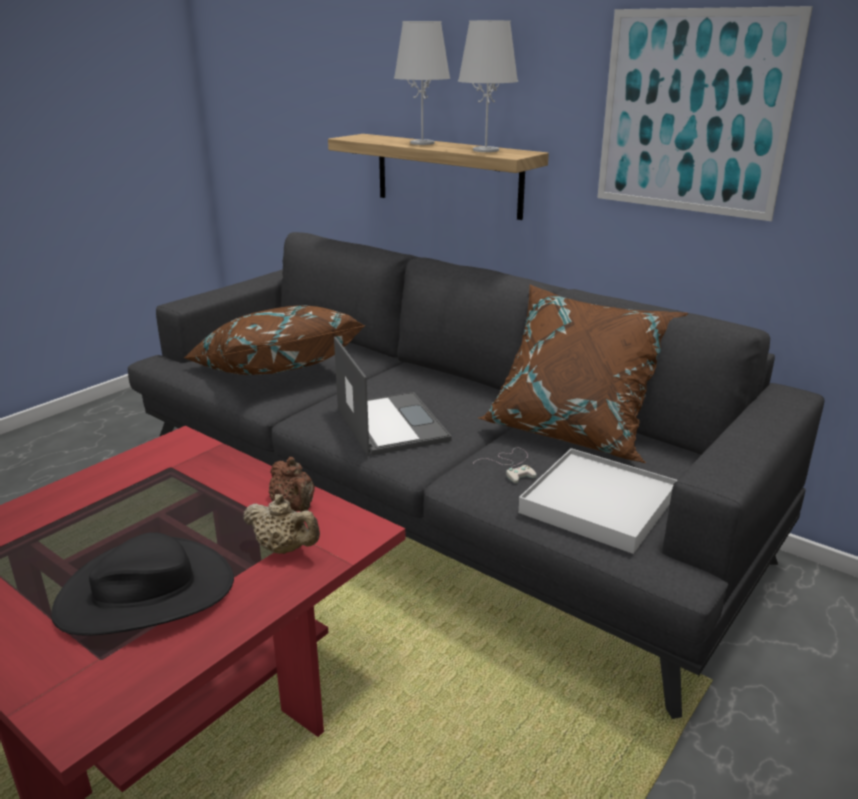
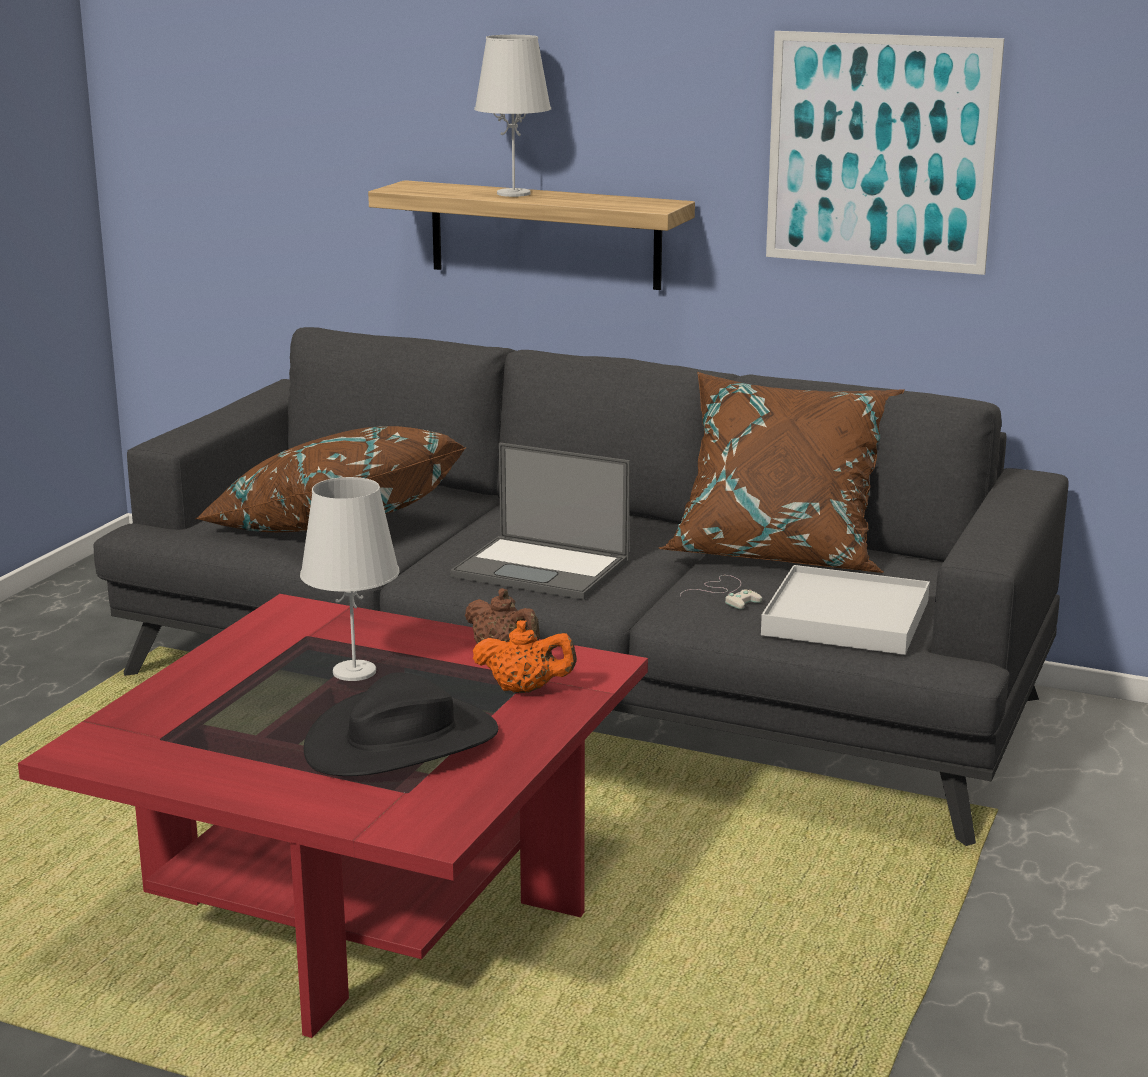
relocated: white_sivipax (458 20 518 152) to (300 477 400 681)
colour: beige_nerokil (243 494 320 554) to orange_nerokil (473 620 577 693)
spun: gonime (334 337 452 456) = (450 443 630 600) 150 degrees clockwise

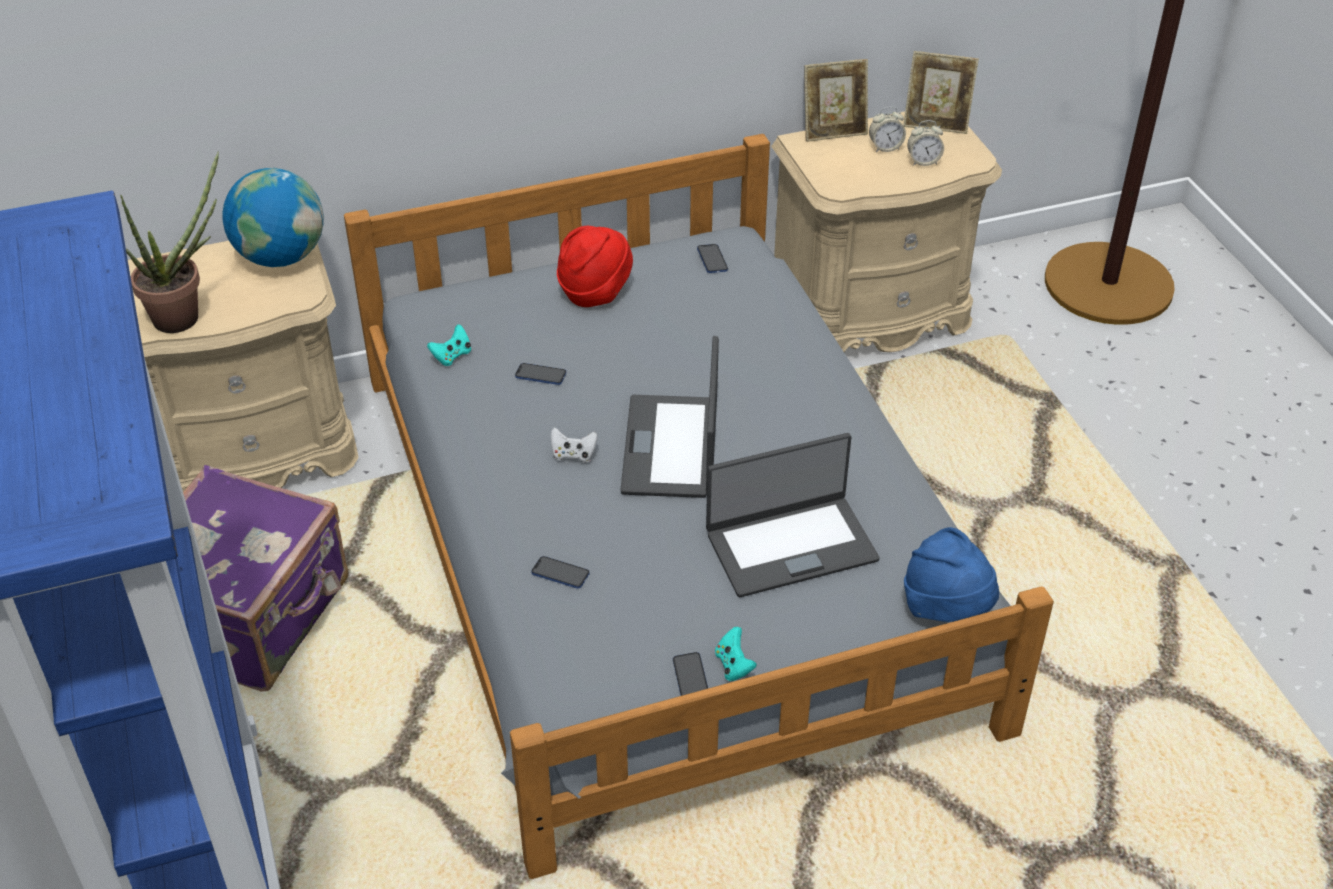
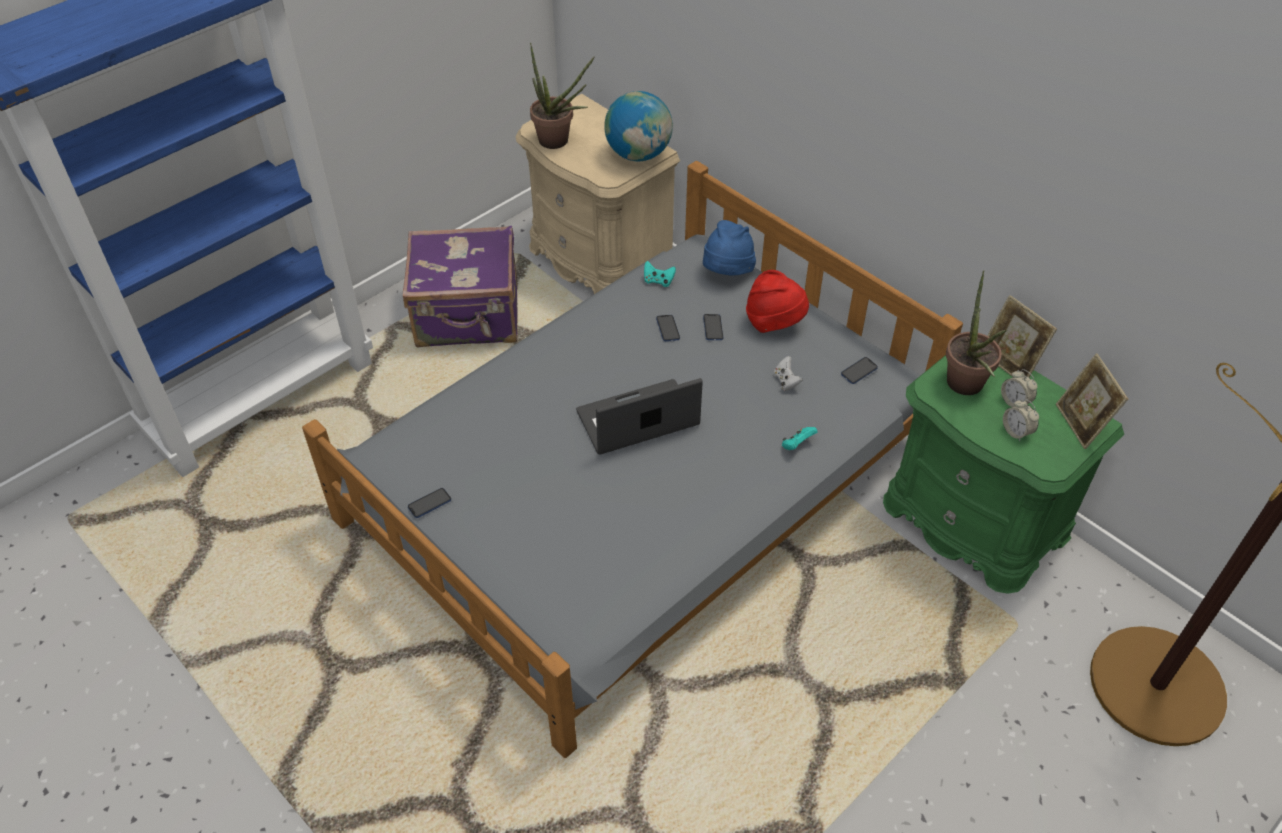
missing: gonime (706 433 880 597)
appeared: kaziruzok (946 271 1007 395)
relocated: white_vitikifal (551 428 598 463) to (774 356 803 391); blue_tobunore (904 527 999 622) to (703 220 756 275); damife (532 556 590 589) to (703 314 723 340); turquoise_vitikifal (715 627 757 681) to (782 427 818 450)
colour: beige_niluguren (771 111 1002 353) to green_niluguren (883 355 1124 594)

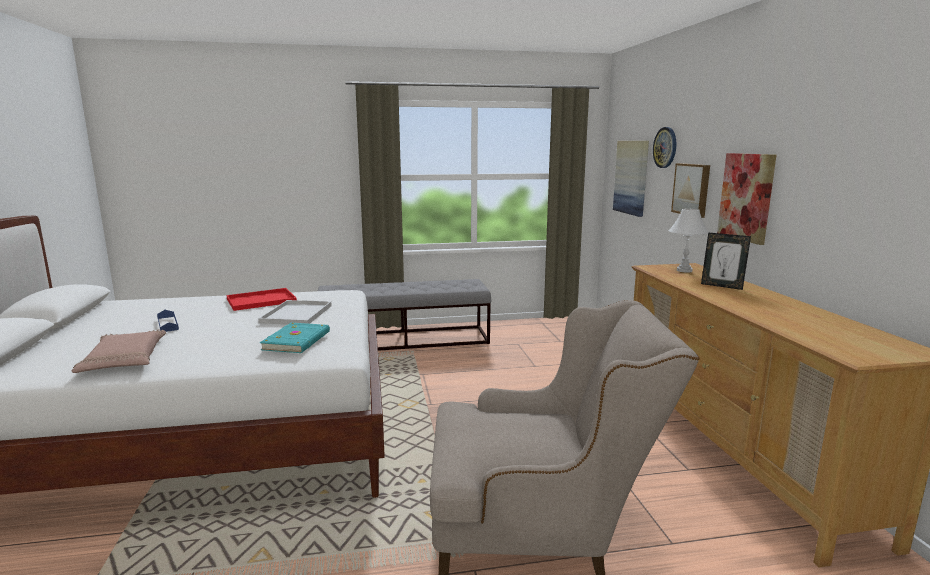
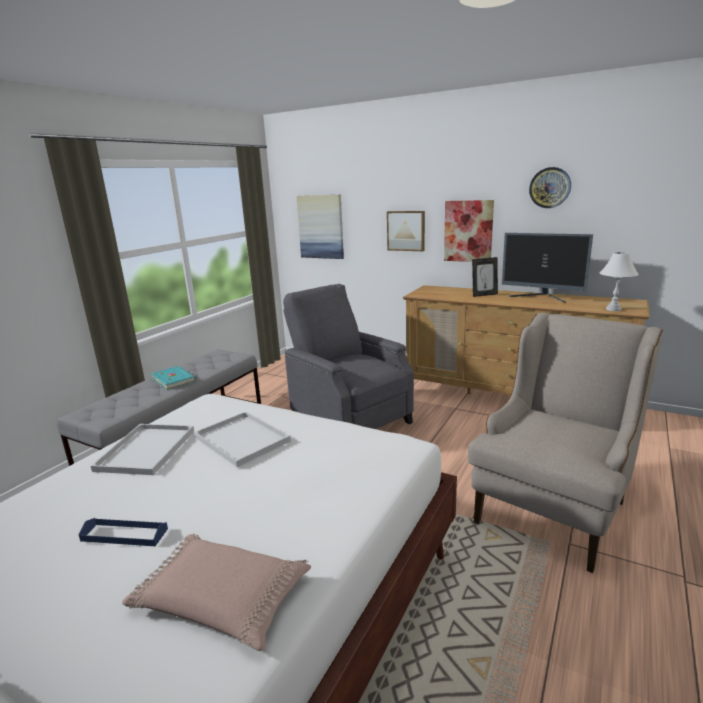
appeared: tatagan (502 233 593 303); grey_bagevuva (283 284 414 429)
relocated: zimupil (653 127 676 168) to (529 167 571 208); white_sivipax (669 209 708 273) to (600 252 639 311); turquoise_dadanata (260 323 330 353) to (151 366 196 390)
colour: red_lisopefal (226 288 297 311) to white_lisopefal (91 424 194 475)

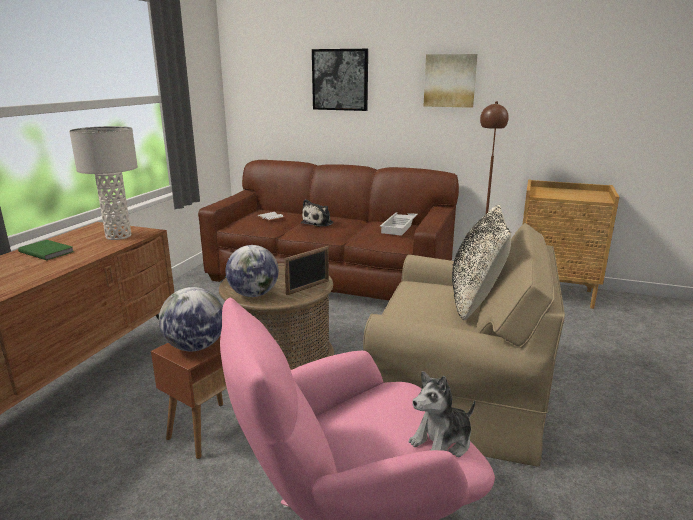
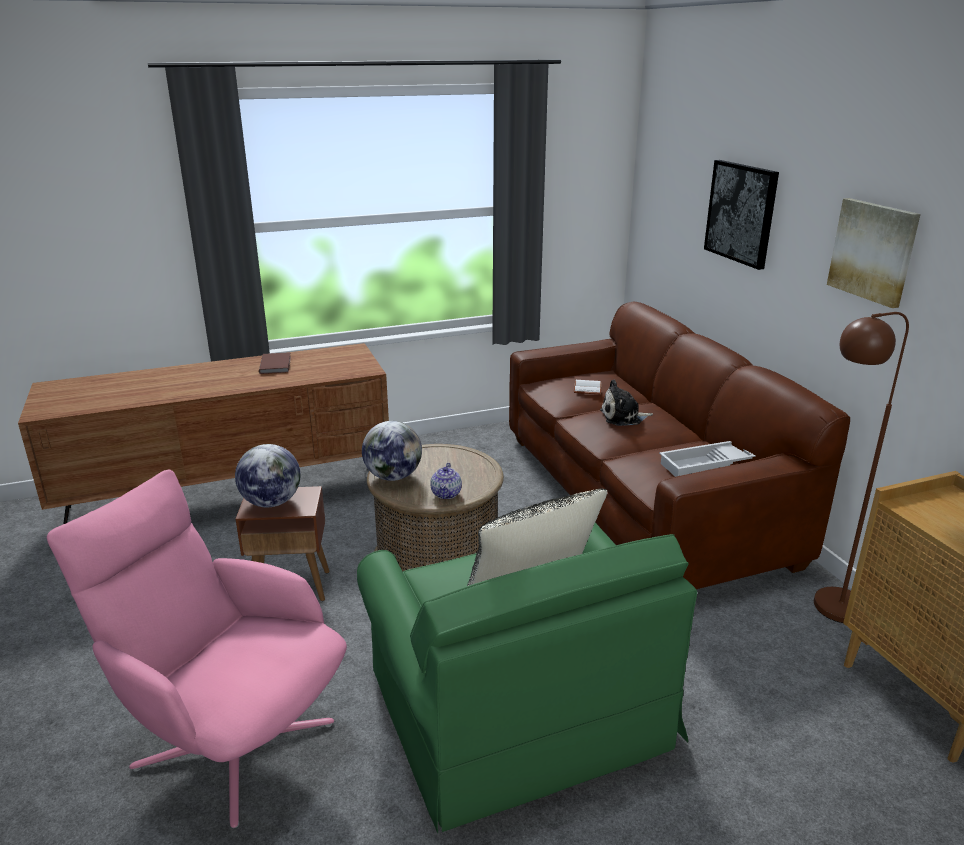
missing: white_sivipax (69 126 138 240); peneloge (409 371 475 457)
exchanged: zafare (284 246 329 295) to nerokil (430 463 462 499)
colour: beige_bagevuva (363 223 565 467) to green_bagevuva (357 523 697 833); green_dadanata (18 240 74 260) to brown_dadanata (259 352 291 374)

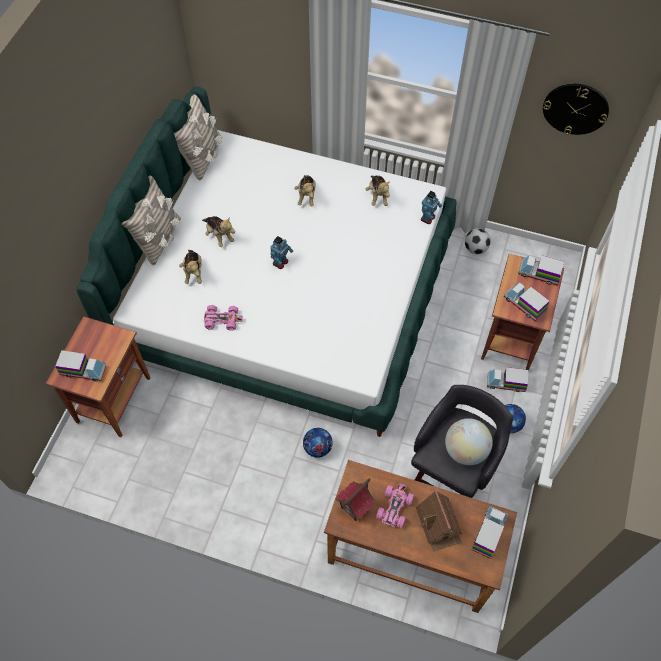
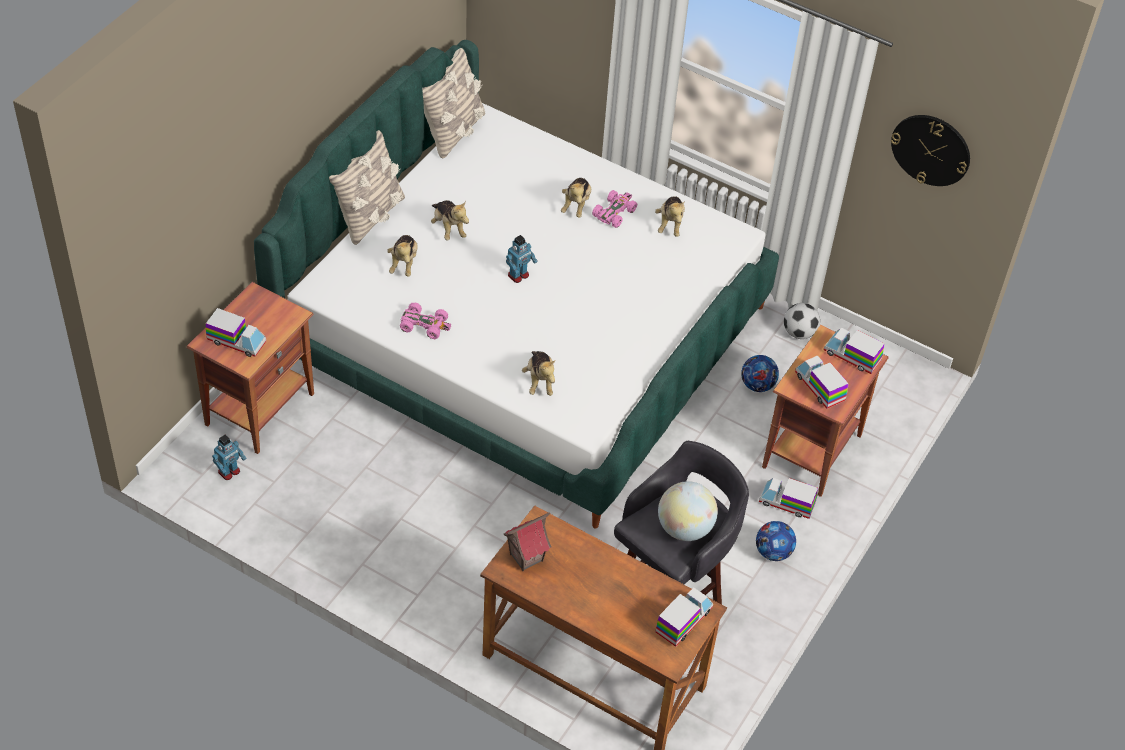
missing: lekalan (415 490 462 552)
appeared: peneloge (522 351 556 396)
relocated: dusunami (421 191 442 224) to (212 435 246 480); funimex (303 428 332 458) to (741 355 779 392); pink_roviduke (376 483 414 528) to (592 190 637 228)

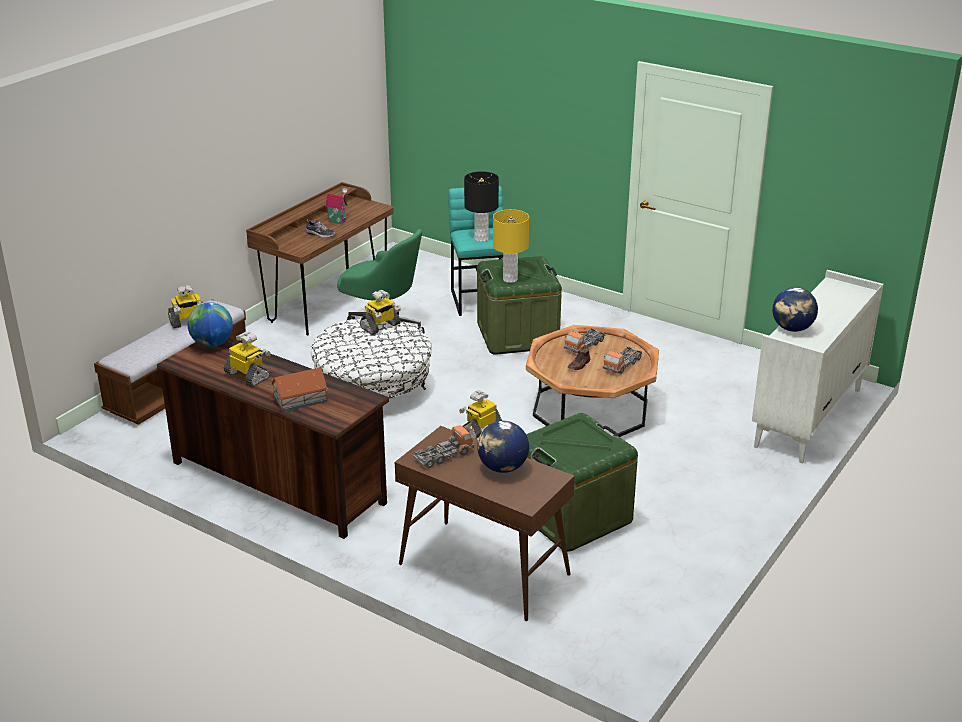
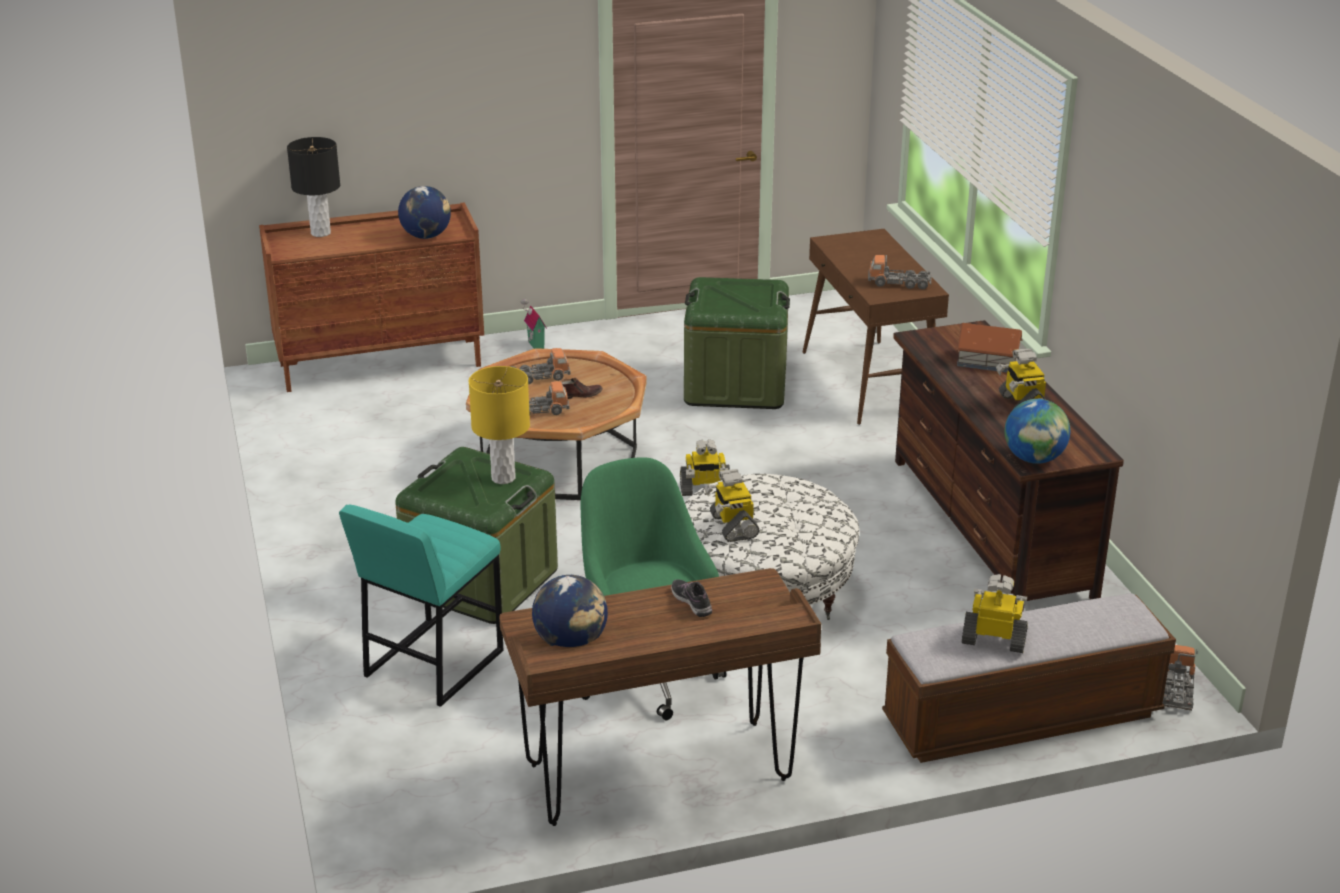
appeared: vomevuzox (1163 645 1198 711)
relocated: black_sivipax (464 171 499 242) to (287 137 340 237); lekalan (325 187 348 225) to (521 298 546 349); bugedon (477 421 529 473) to (532 575 608 647)
colour: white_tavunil (752 270 884 463) to brown_tavunil (259 202 484 392)
spun: dusunami (360 290 401 335) = (704 469 759 542) 105 degrees counterclockwise

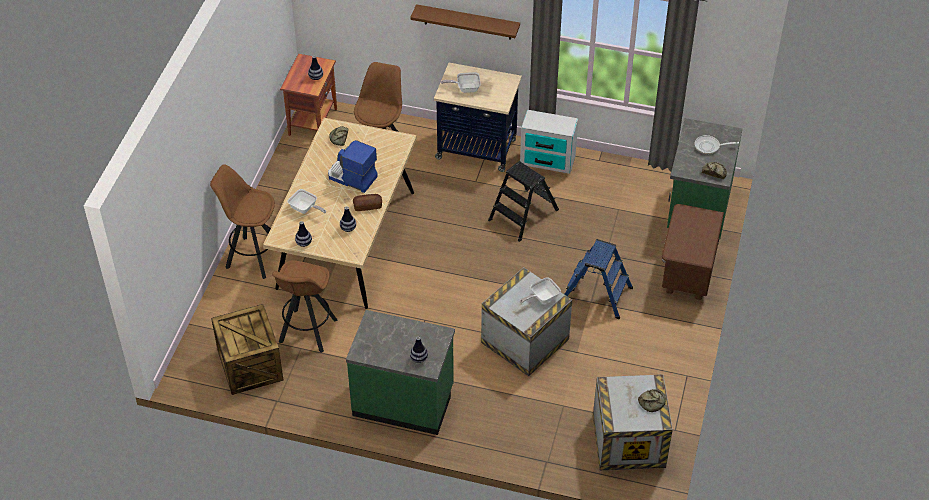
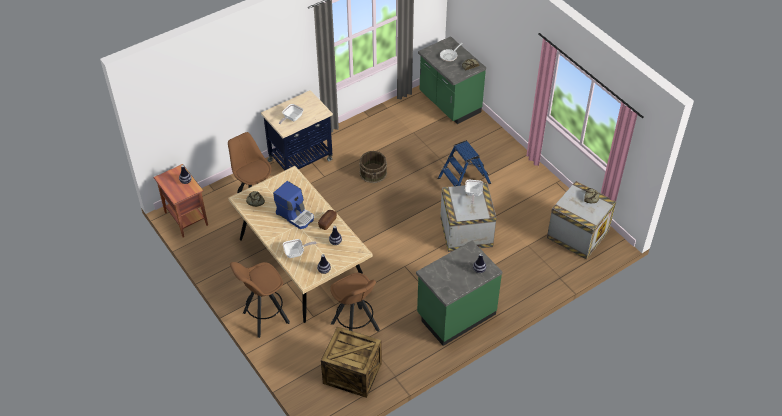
missing: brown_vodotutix (410 4 520 40); white_niluguren (520 110 578 174); brown_niluguren (662 204 724 300)
exchanged: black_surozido (488 161 559 242) to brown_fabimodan (359 151 387 183)
spun: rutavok (328 140 378 193) = (273 181 314 229) 120 degrees counterclockwise

